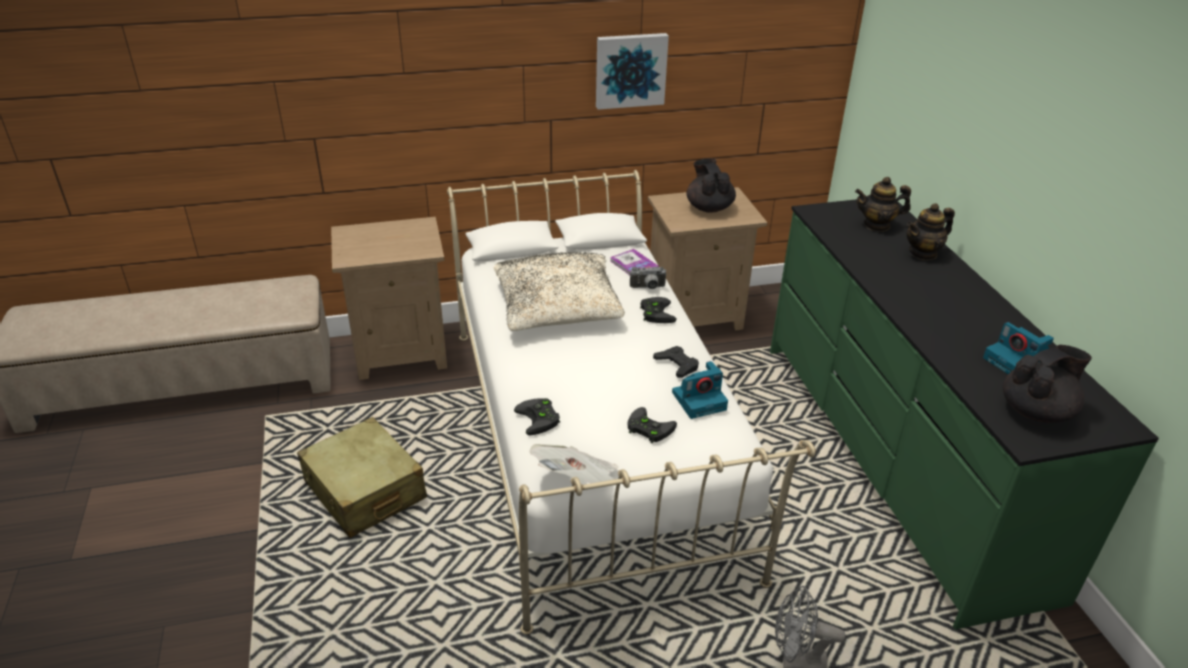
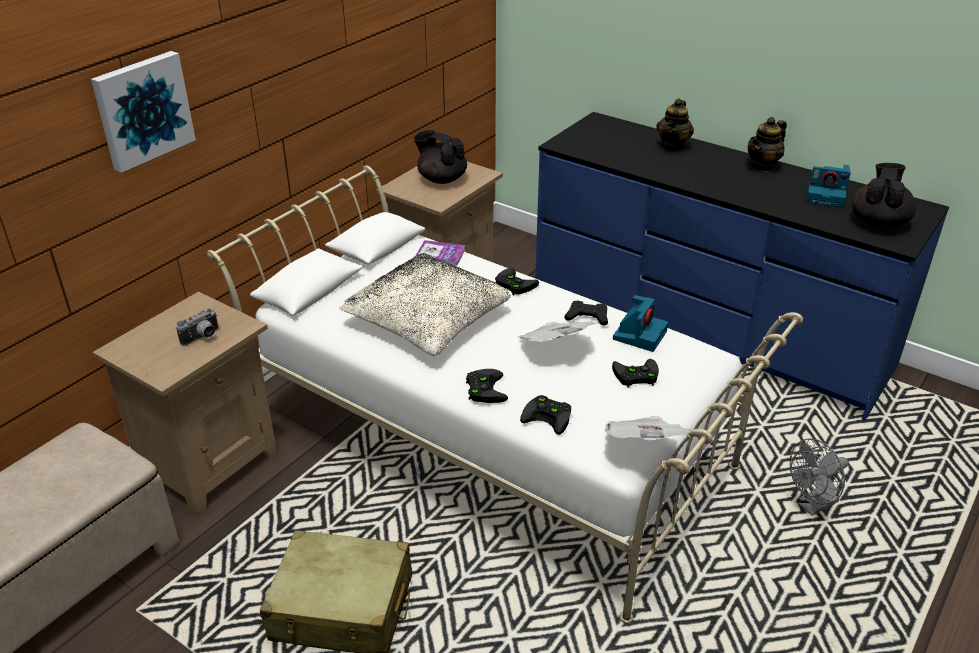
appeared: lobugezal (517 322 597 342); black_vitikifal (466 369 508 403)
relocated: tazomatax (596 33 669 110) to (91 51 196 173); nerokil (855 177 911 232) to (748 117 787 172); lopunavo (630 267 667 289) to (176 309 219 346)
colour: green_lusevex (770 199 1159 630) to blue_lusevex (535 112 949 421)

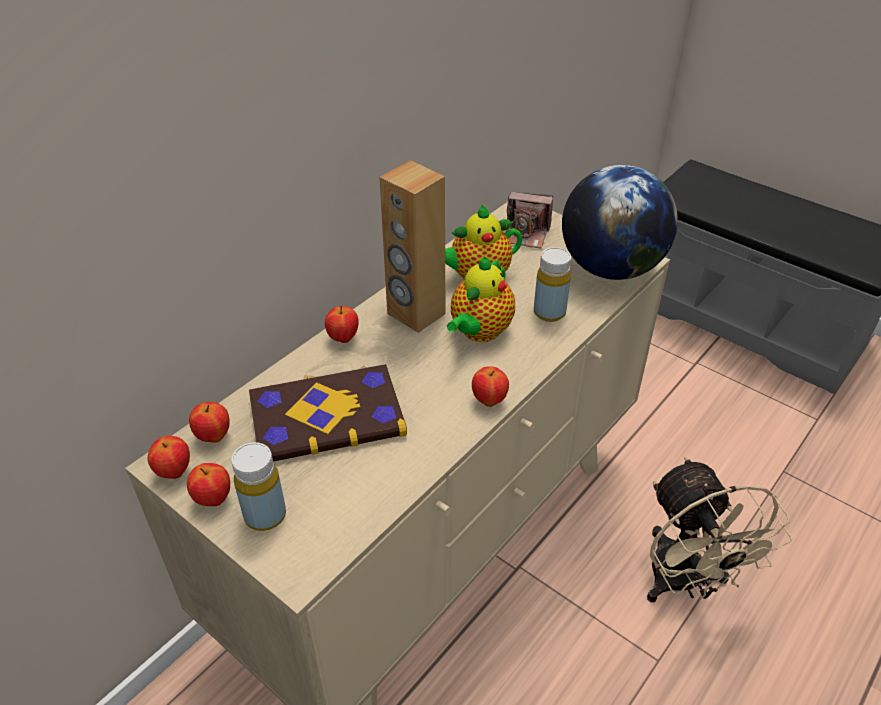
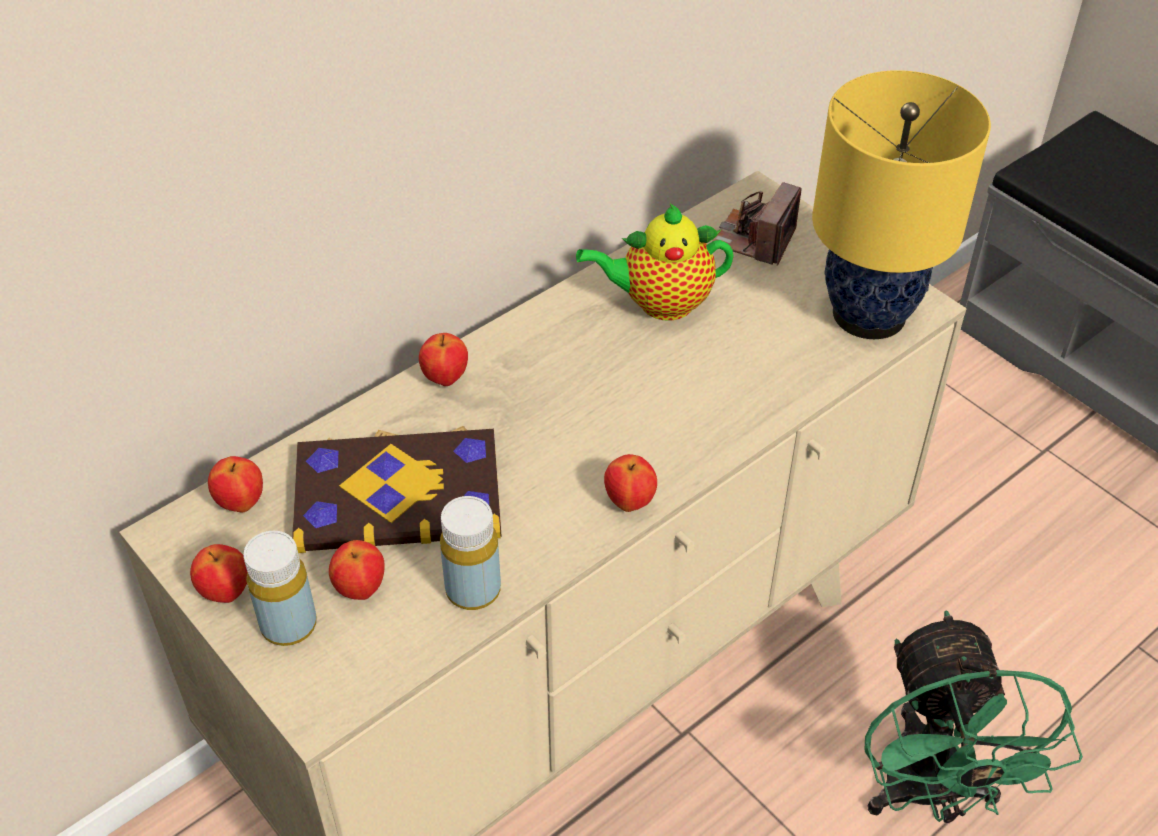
missing: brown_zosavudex (379 160 445 333); nerokil (447 257 515 342)
relocated: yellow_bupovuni (534 247 571 322) to (440 496 501 610); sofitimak (148 436 190 479) to (329 540 385 600)
exchanged: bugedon (562 165 678 280) to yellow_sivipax (812 70 991 339)
colour: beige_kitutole (647 457 792 602) to green_kitutole (864 610 1083 823)
spun: lopunavo (506 192 553 248) = (712 182 802 266) 90 degrees clockwise

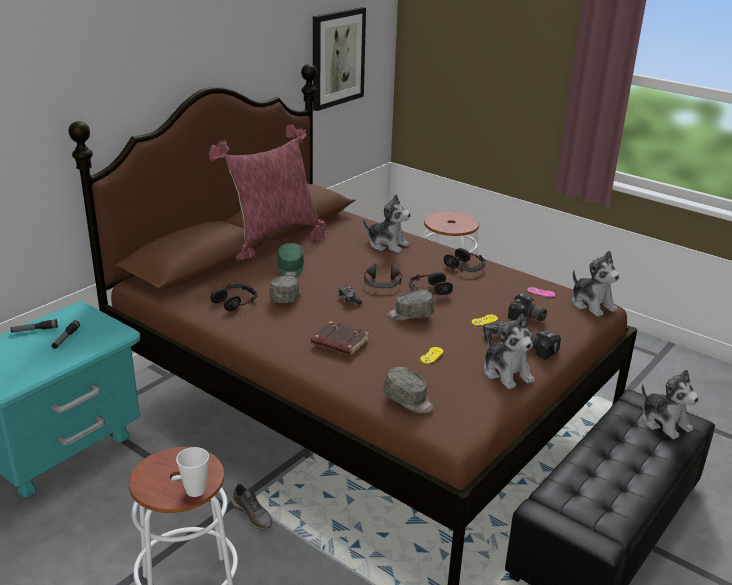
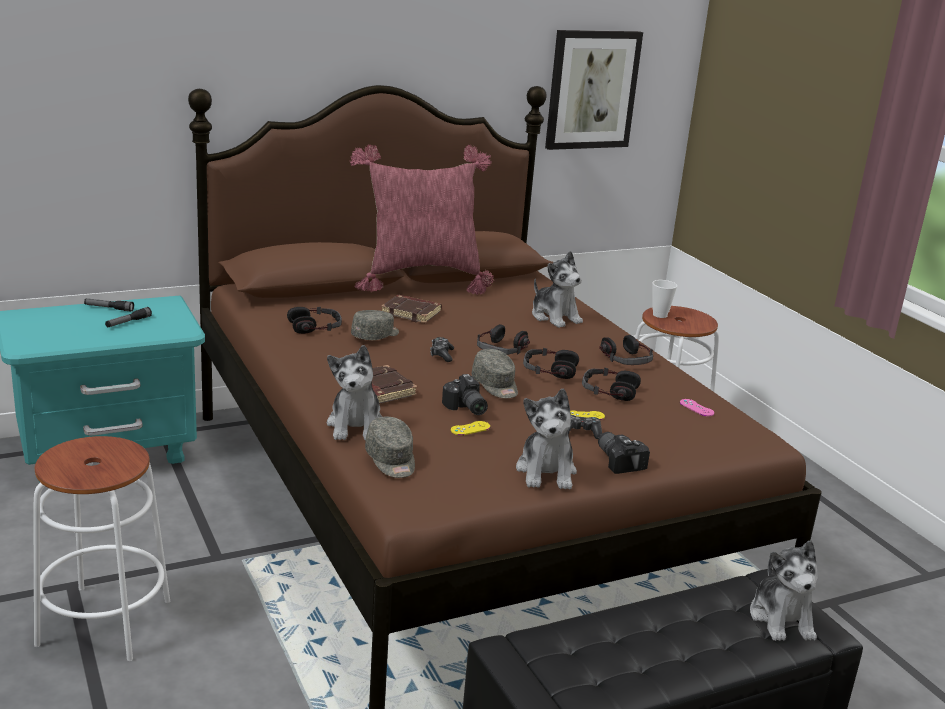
missing: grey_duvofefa (232 484 273 530)
appeared: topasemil (582 367 641 401)
relocated: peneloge (572 251 620 317) to (327 345 382 441); lopunavo (508 293 547 321) to (442 374 488 415); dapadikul (176 447 209 497) to (652 280 677 318)
exchanged: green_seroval (277 243 304 277) to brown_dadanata (381 295 442 323)
spun: grey_seroval (387 290 434 320) = (472 349 518 398) 135 degrees counterclockwise

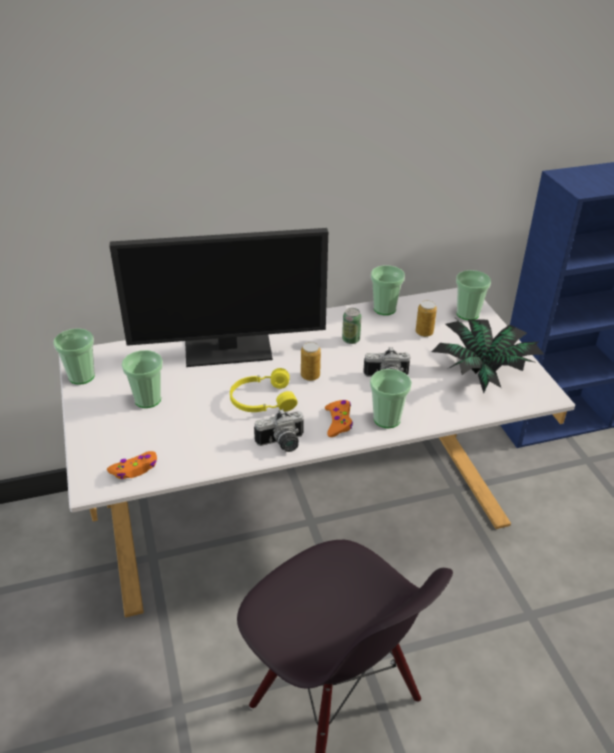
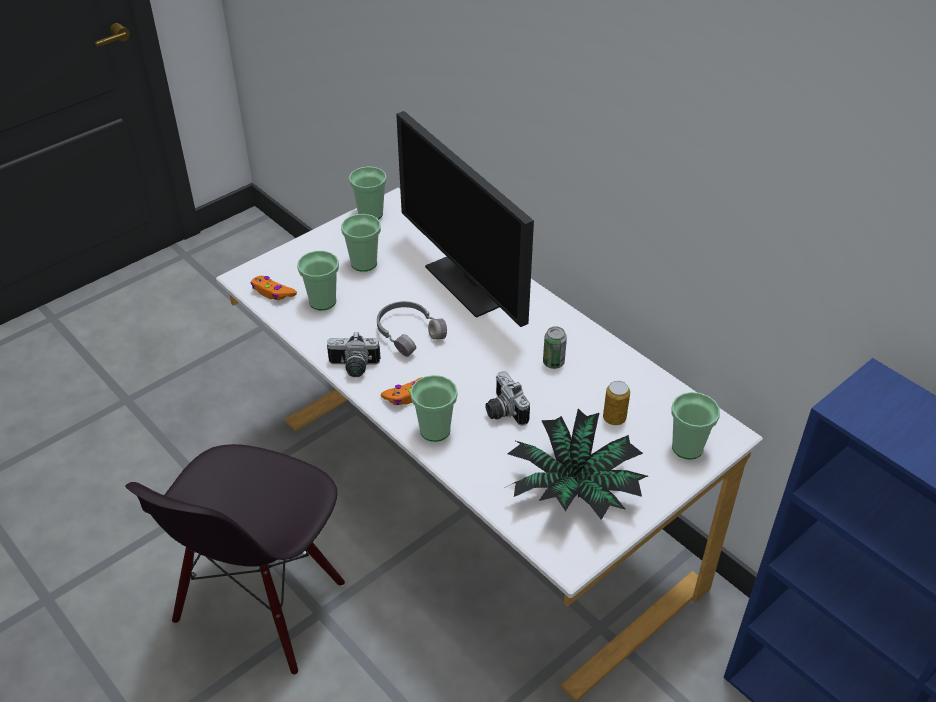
missing: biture (301 342 321 381)
relocated: dapadikul (371 265 405 315) to (297 251 339 310)
colour: yellow_topasemil (230 368 298 412) to grey_topasemil (377 301 447 357)
spun: lopunavo (254 409 304 452) = (327 332 381 377) 45 degrees counterclockwise

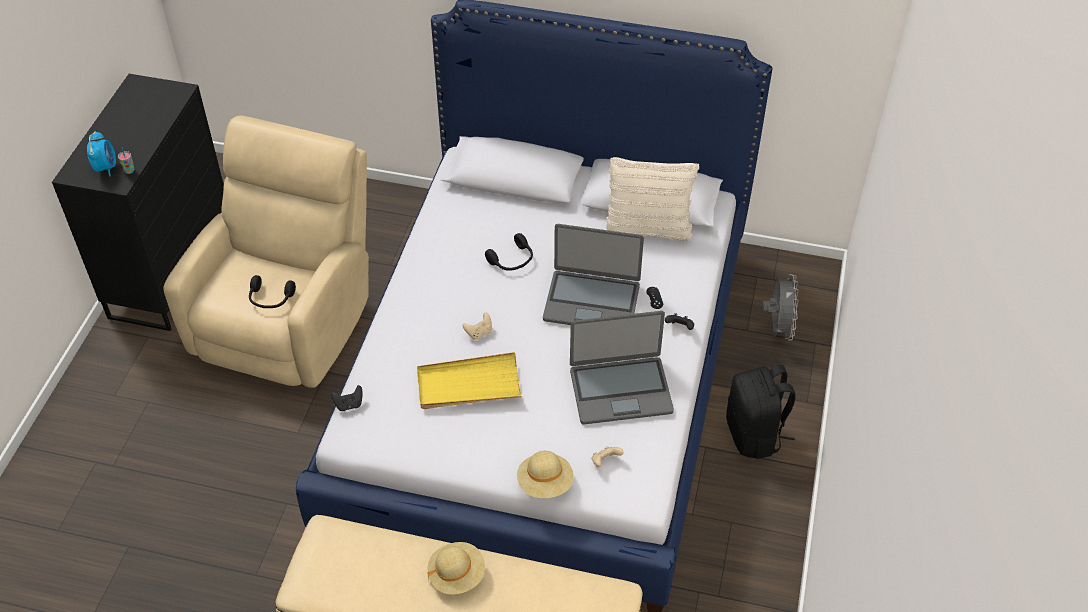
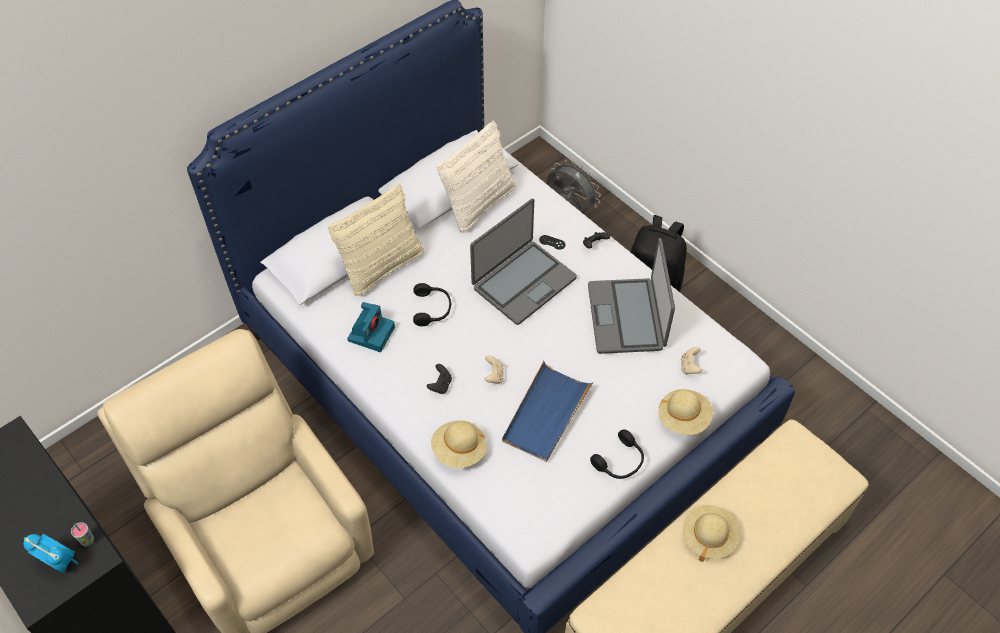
appeared: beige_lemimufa (327 183 424 296); lopunavo (347 302 395 352); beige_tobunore (431 420 487 468)
relocated: black_topasemil (249 275 296 308) to (590 429 644 479); black_vitikifal (331 385 363 411) to (427 364 452 394)
colour: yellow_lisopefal (417 352 522 409) to blue_lisopefal (502 361 594 462)
spun: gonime (570 311 674 424) = (588 238 675 354) 150 degrees clockwise

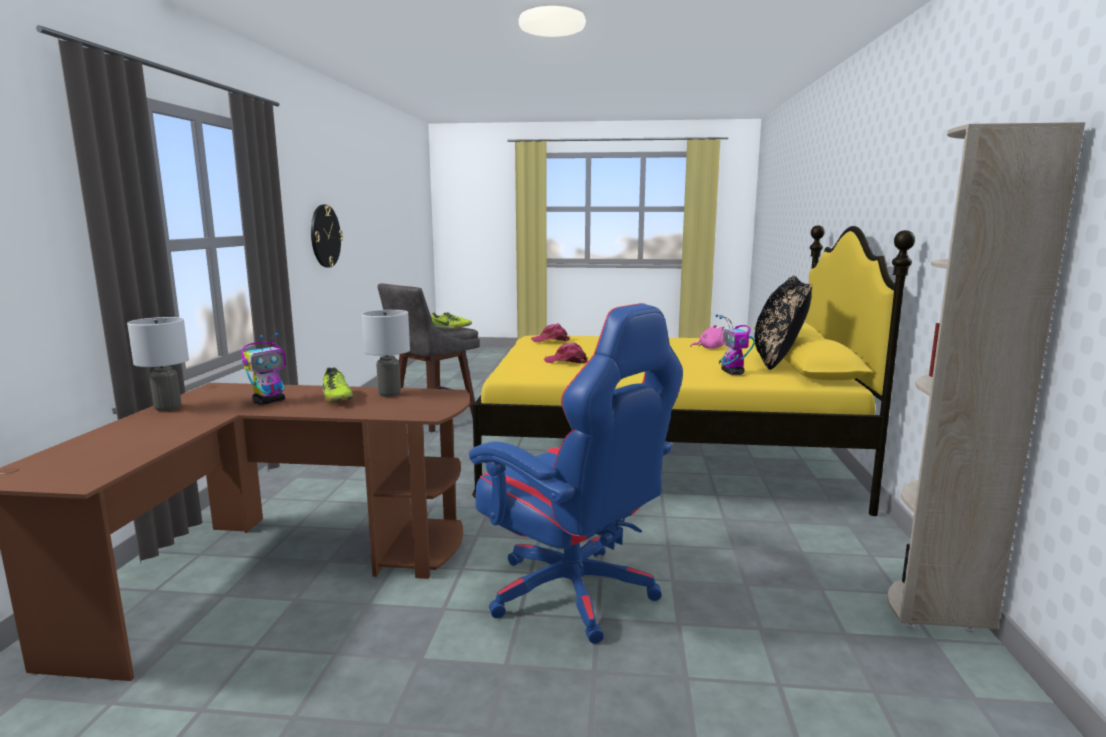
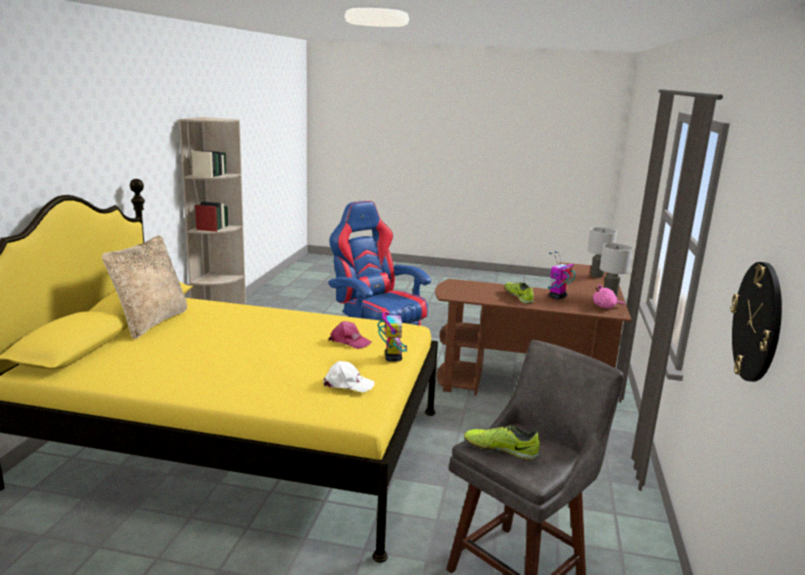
relocated: white_sivipax (362 310 410 397) to (588 227 617 278); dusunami (715 314 755 375) to (377 304 414 361); pink_peneloge (690 325 724 349) to (593 284 625 308)
colour: black_lemimufa (754 276 812 369) to beige_lemimufa (102 235 187 339); pink_seroval (531 323 570 342) to white_seroval (323 361 375 392)

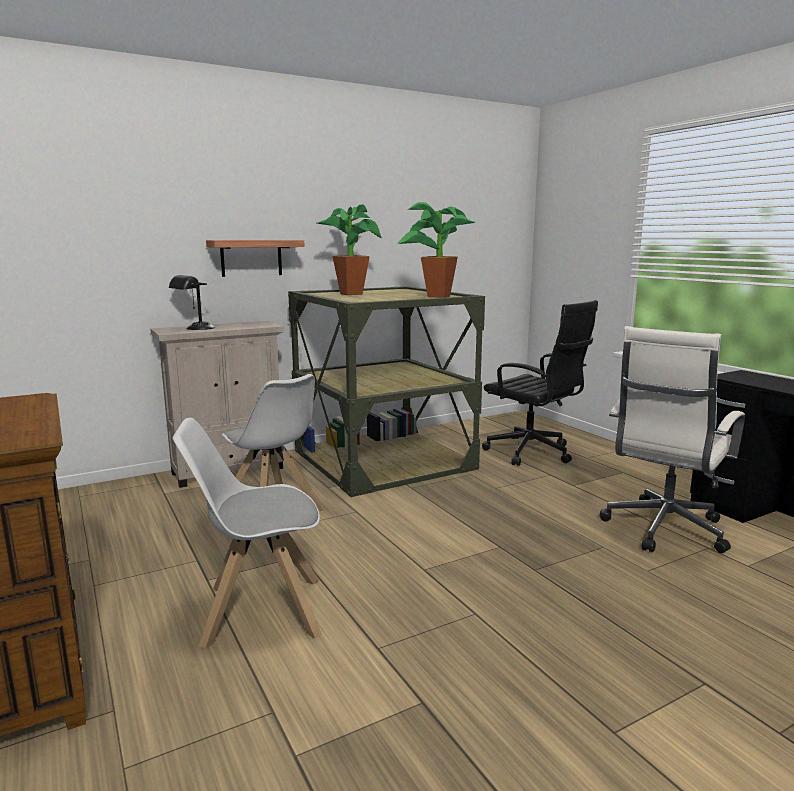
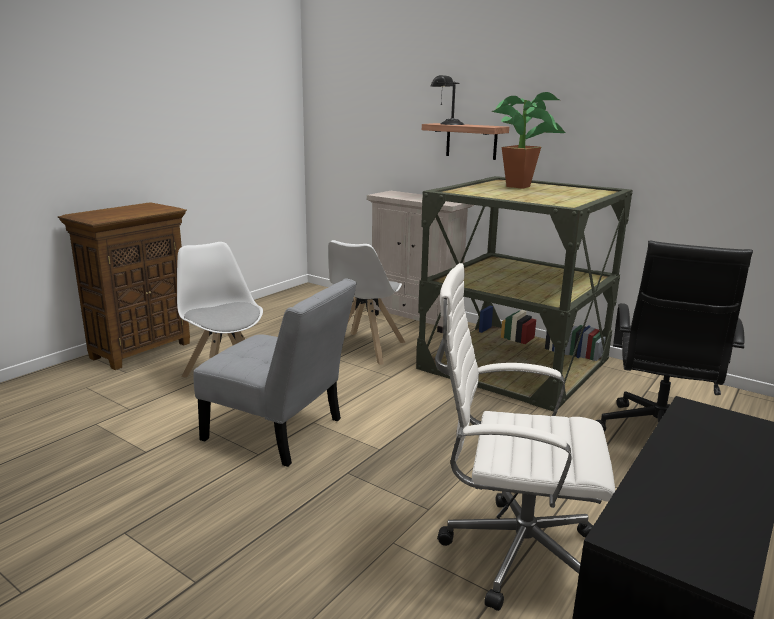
missing: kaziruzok (397 202 475 298)
appeared: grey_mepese (193 278 357 467)
relocated: black_sivipax (169 275 215 330) to (431 75 464 125)

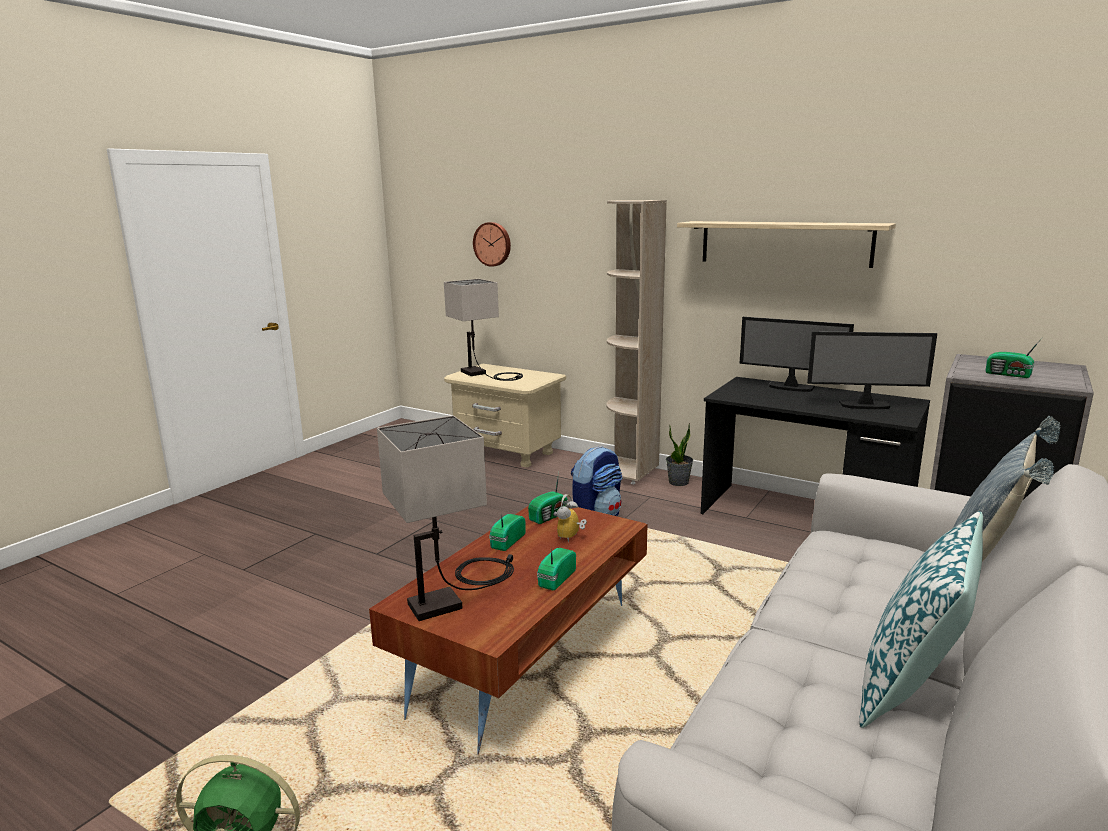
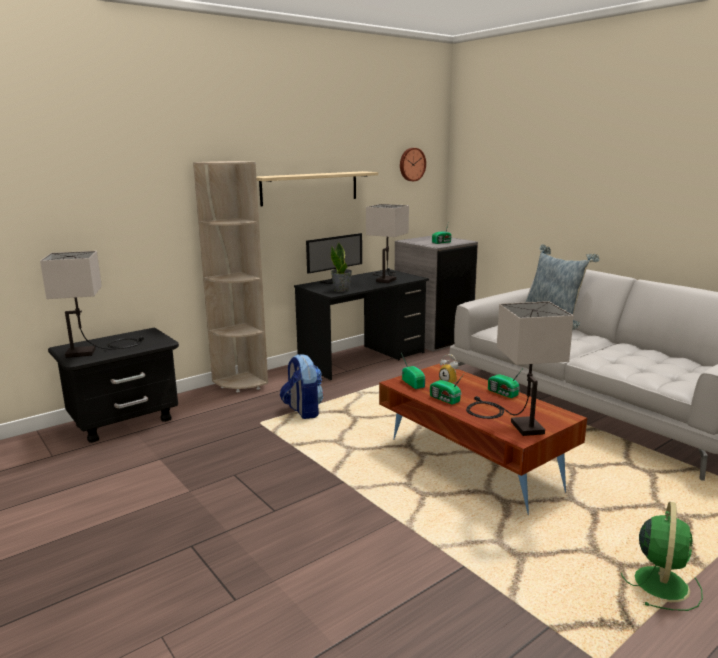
missing: lemimufa (859 511 983 728)
relocated: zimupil (473 222 511 267) to (400 148 426 181); kaziruzok (666 423 693 486) to (331 242 352 292)
exchanged: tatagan (807 331 937 409) to sivipax (366 204 409 283)
colour: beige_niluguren (444 364 566 467) to black_niluguren (48 327 179 443)

